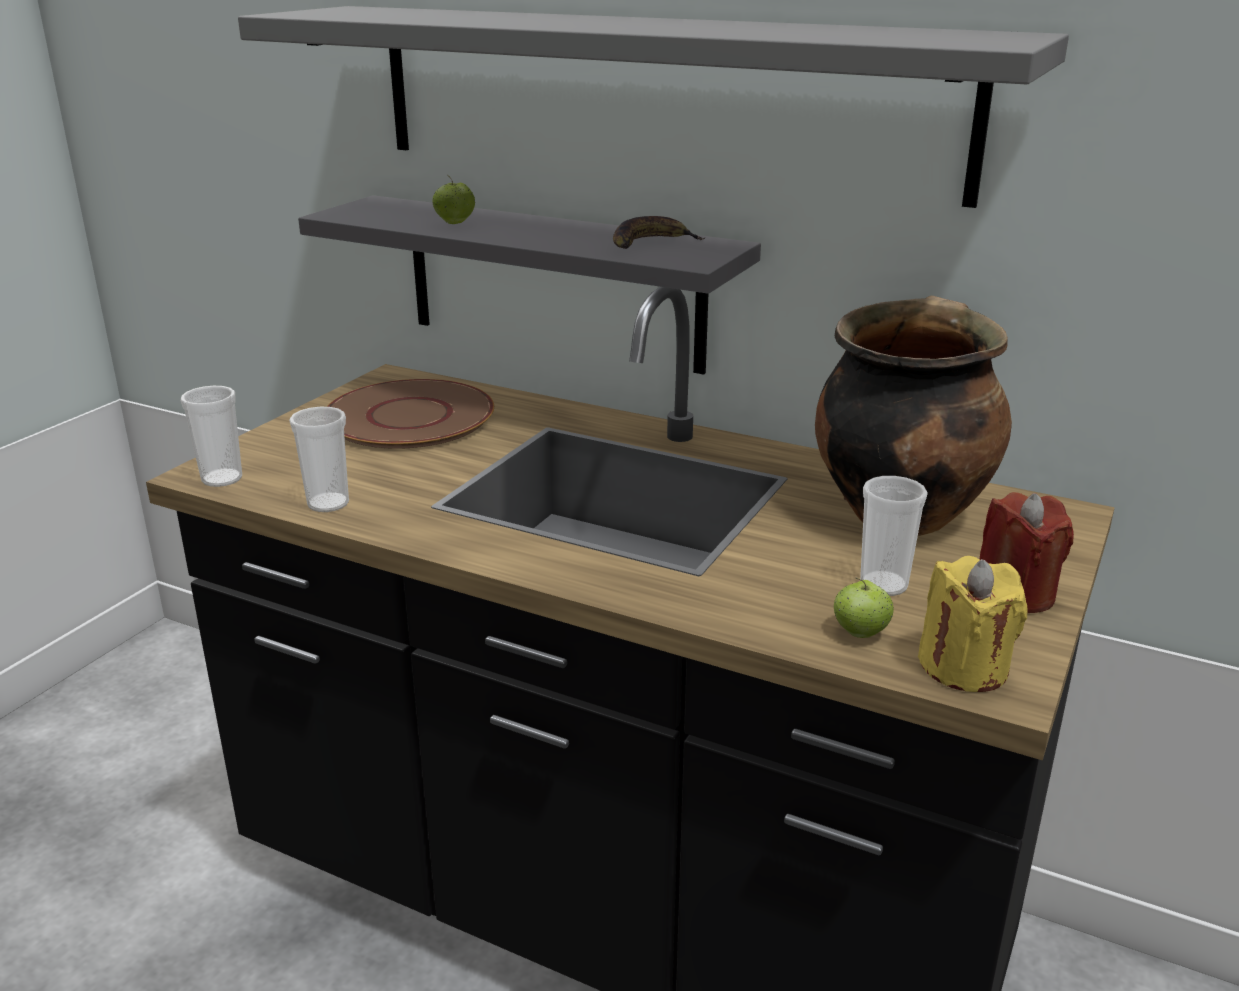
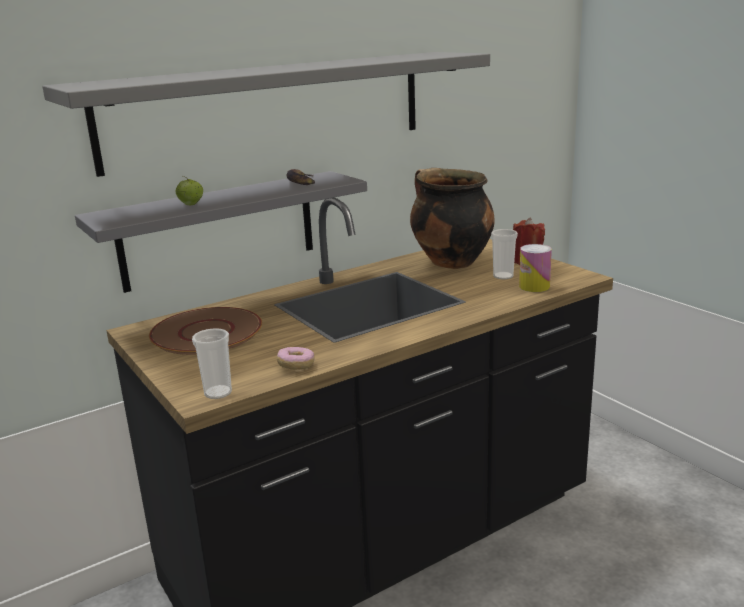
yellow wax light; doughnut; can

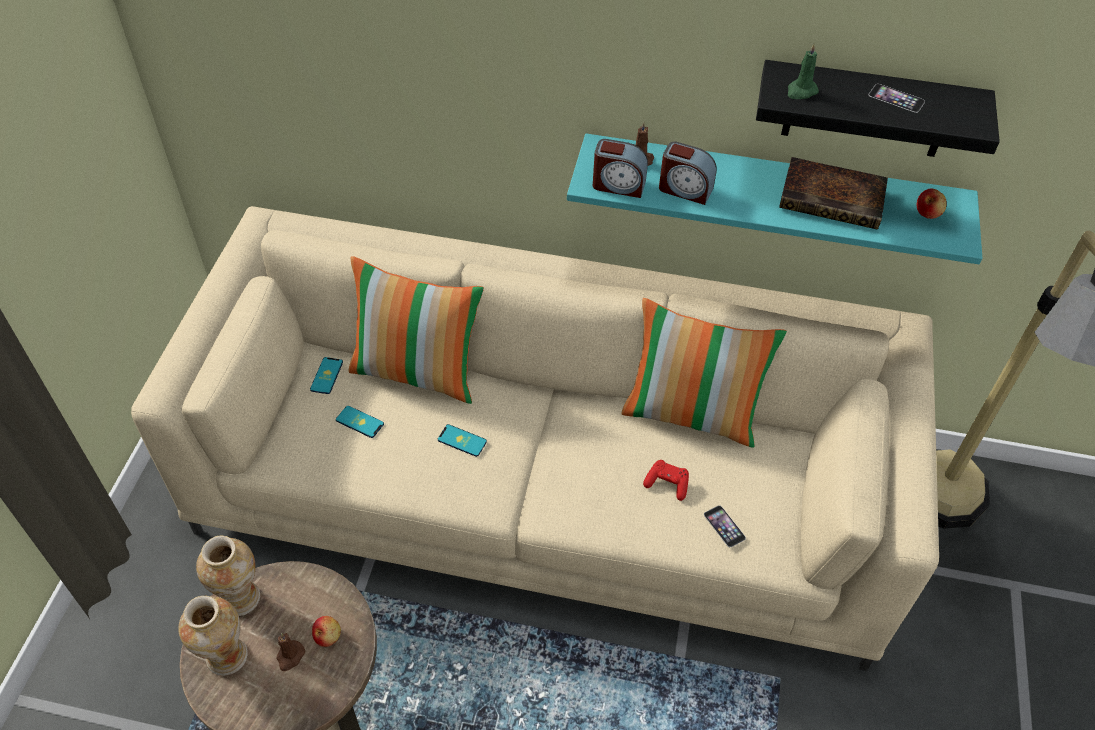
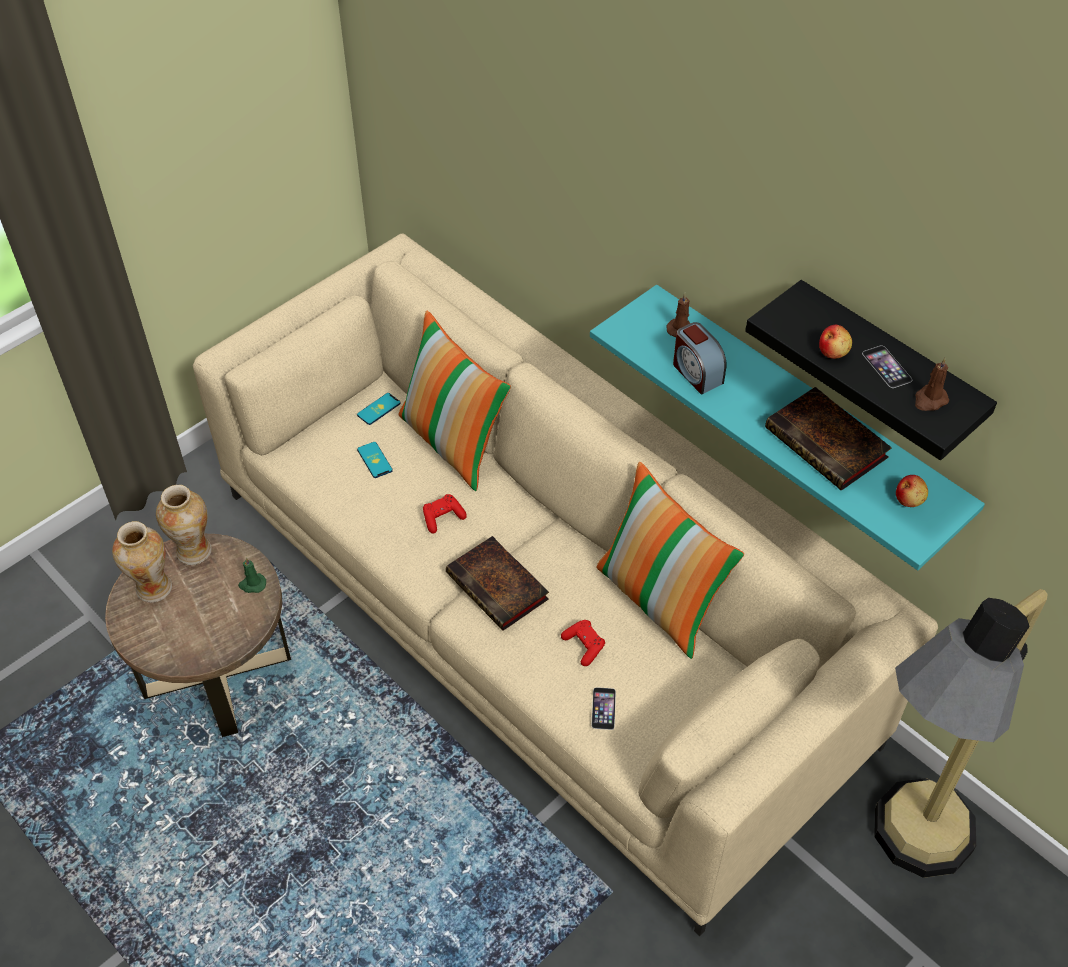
bedside clock (1st from left in the first image); volume (1st from left); brownish wax light (2nd from left); apple (1st from left); green-coloured wax light; red-coloured gamepad (1st from left)

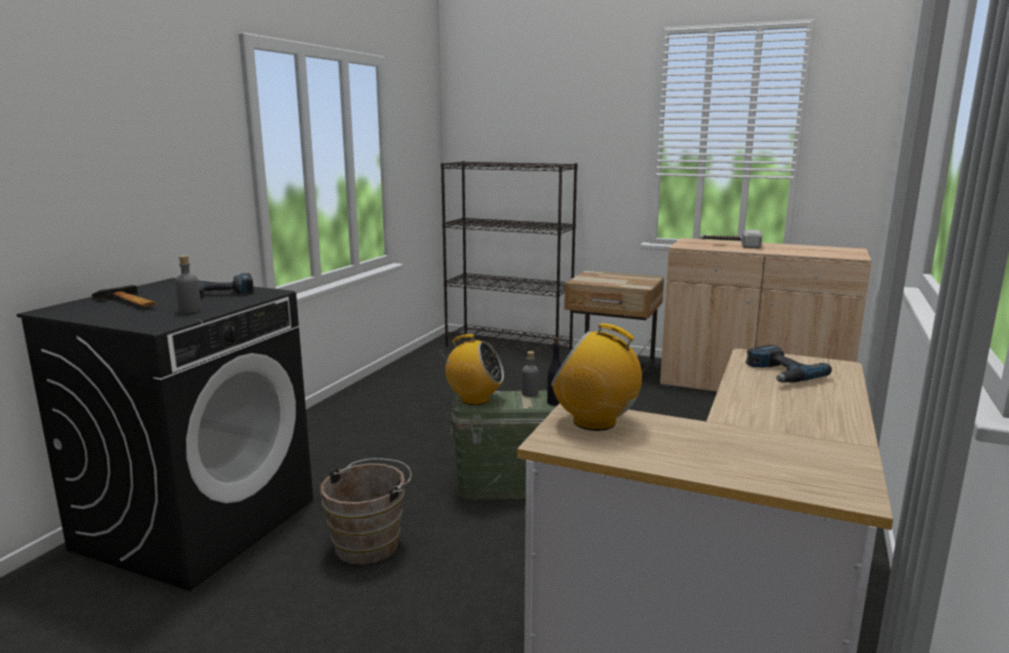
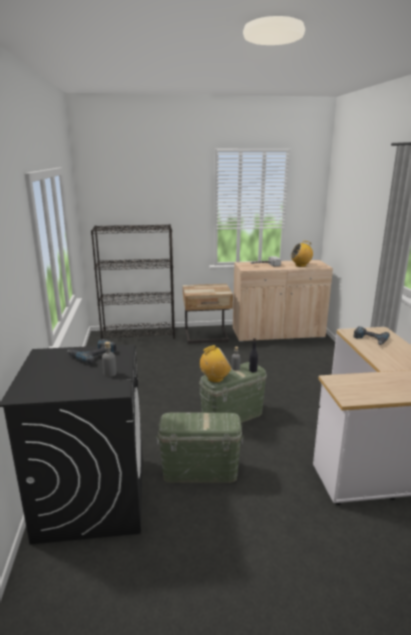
hammer (1st from left in the first image); radio (2nd from left); green-coloured storage box (1st from left)

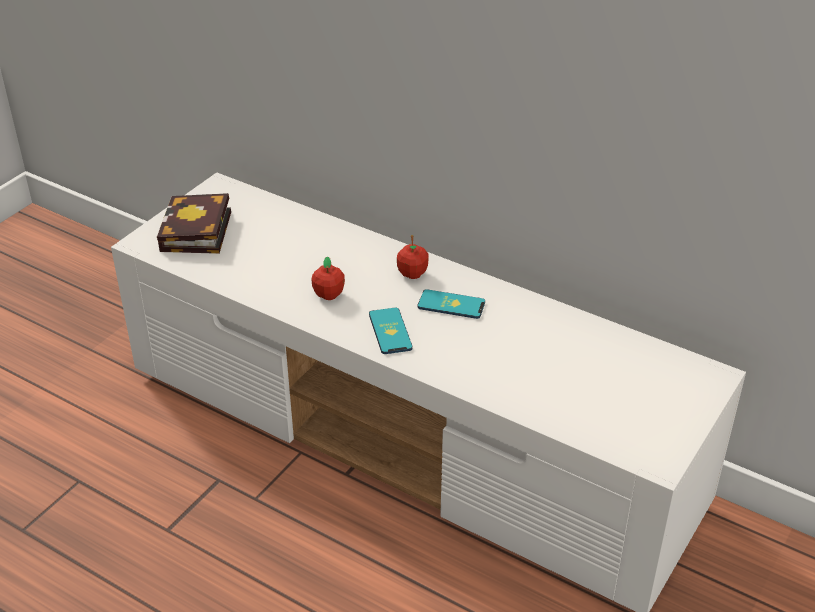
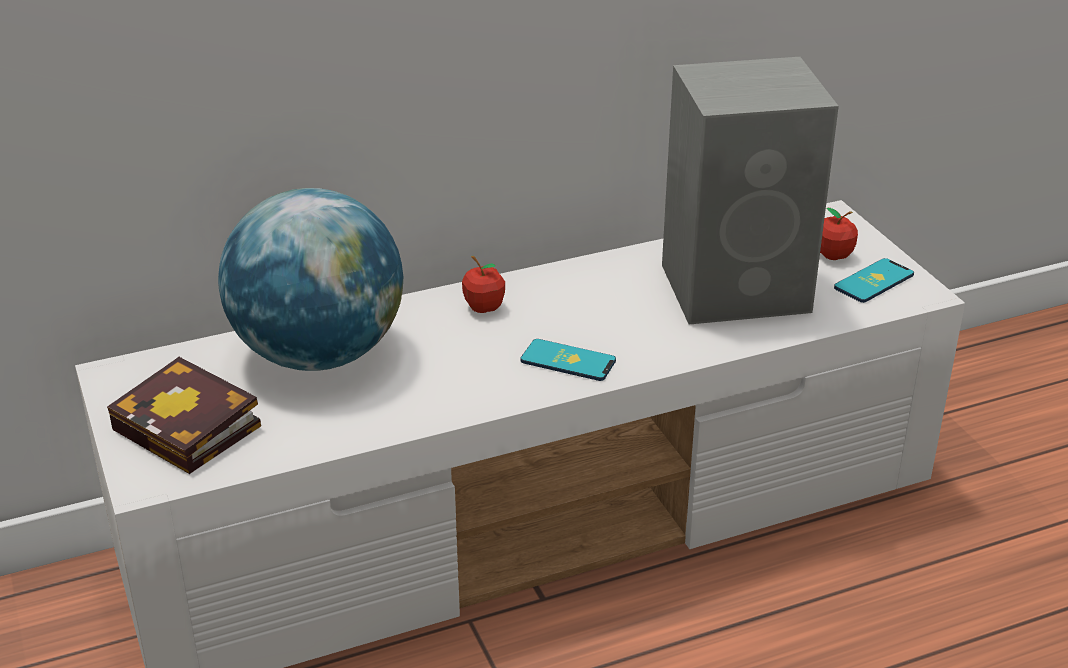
globe; grey speaker; apple (2nd from left); telephone (2nd from left)

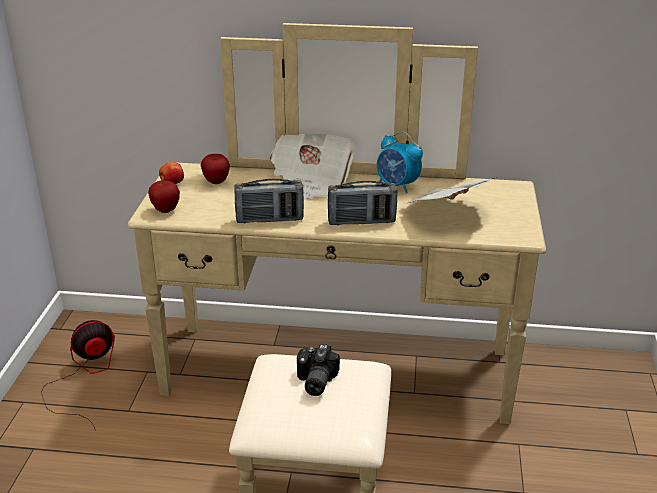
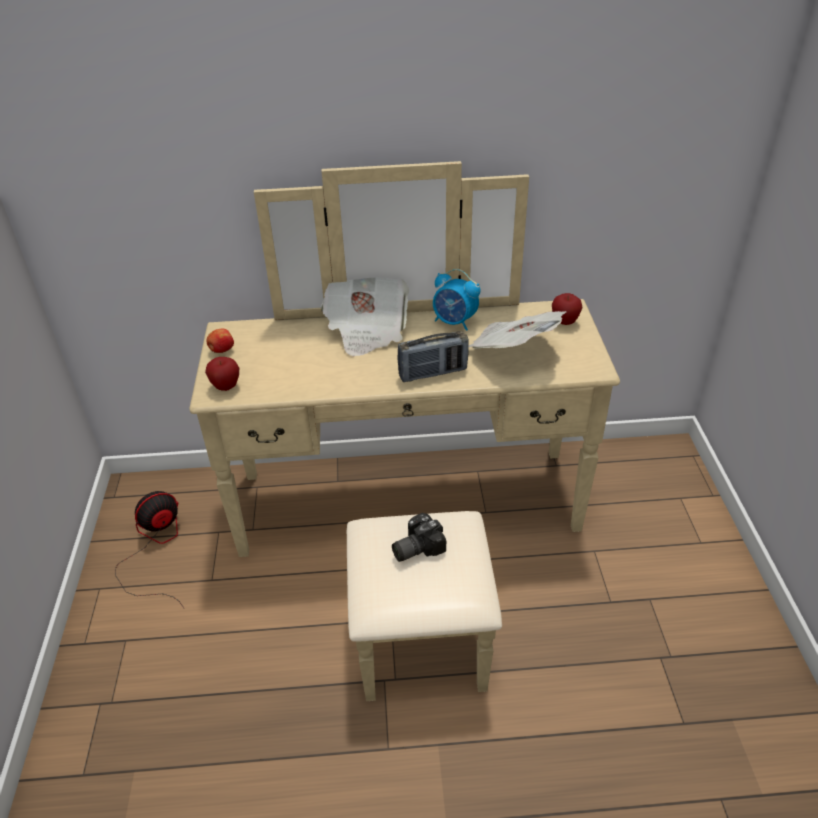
radio (1st from left in the first image); apple (3rd from left); photo camera

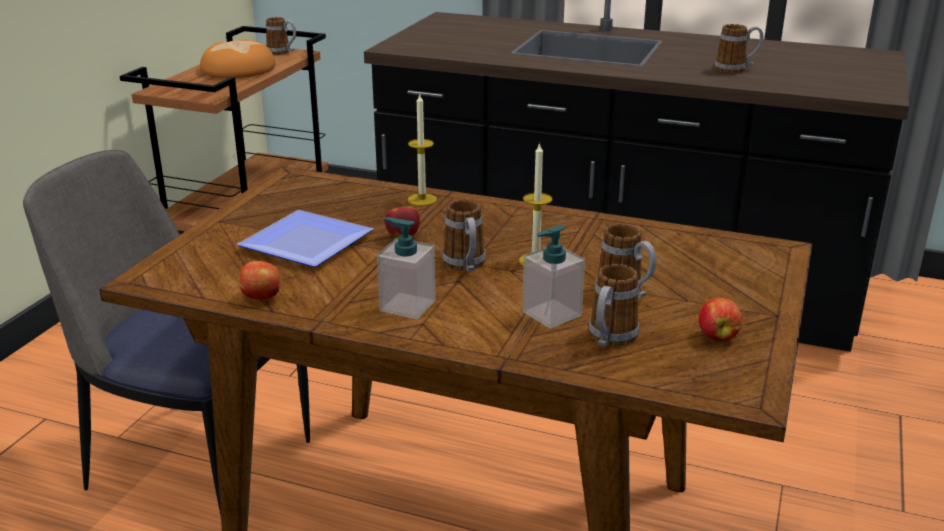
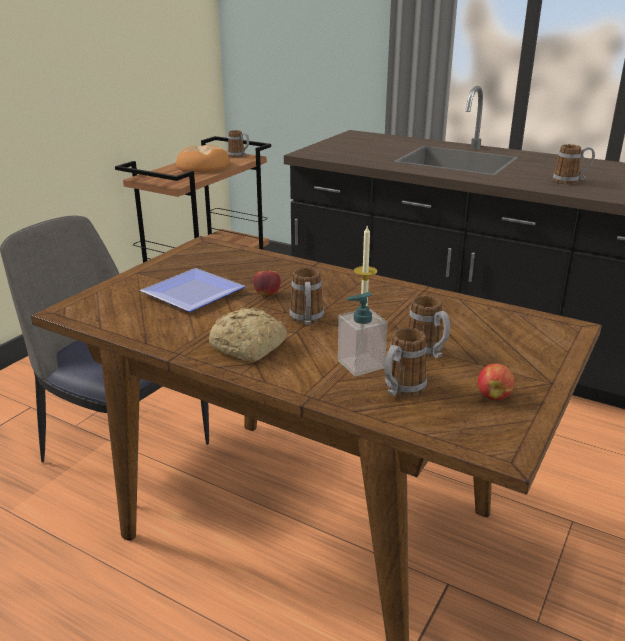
apple (1st from left in the first image); wax light (1st from left in the first image); bread (2nd from left)

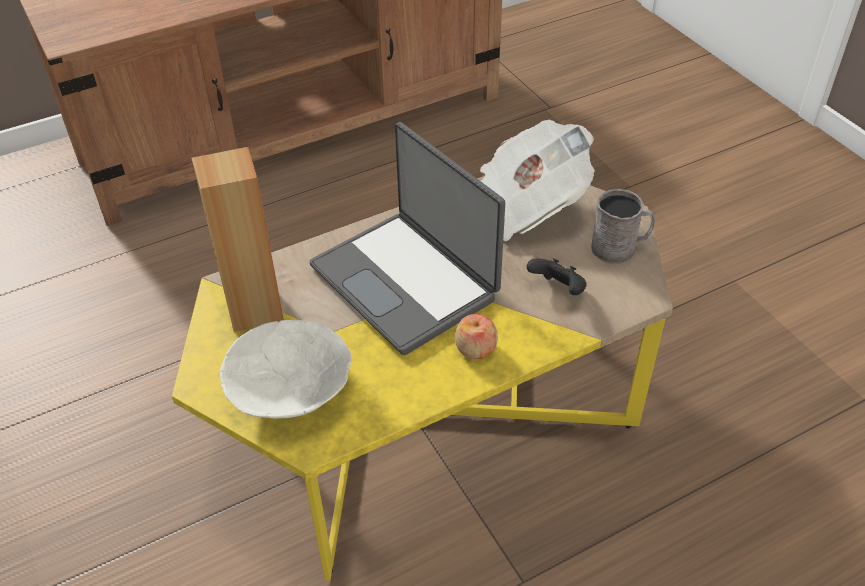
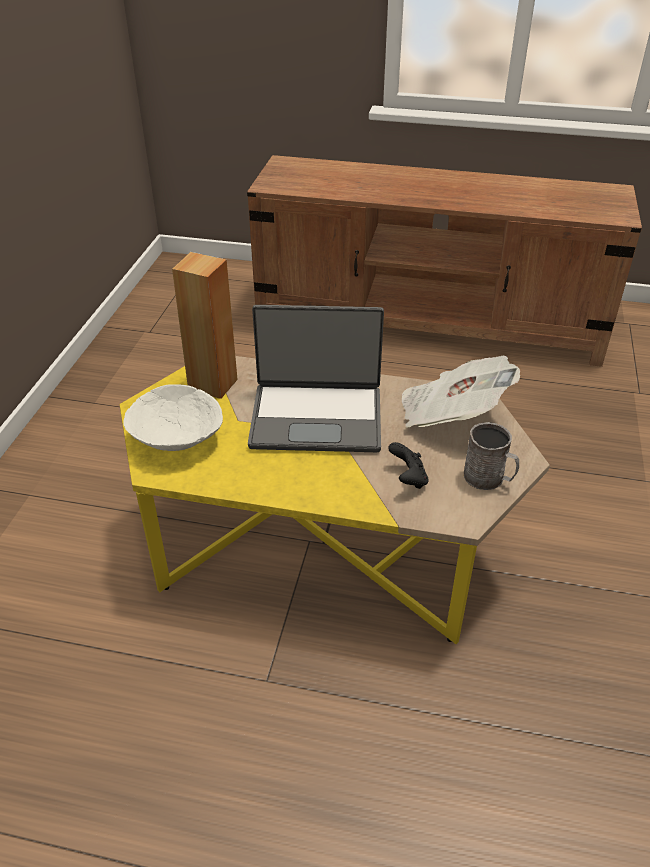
apple; portable computer

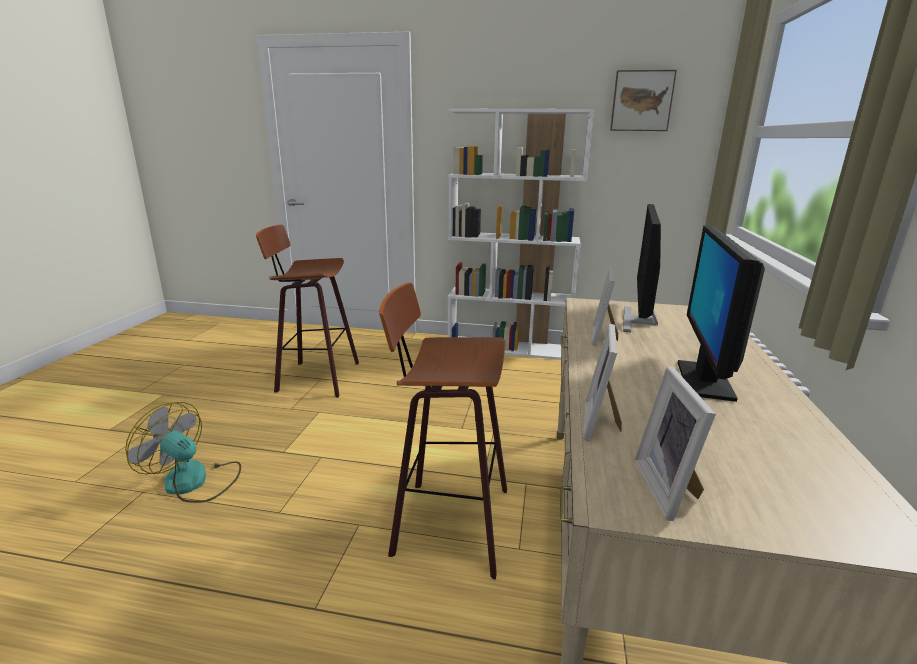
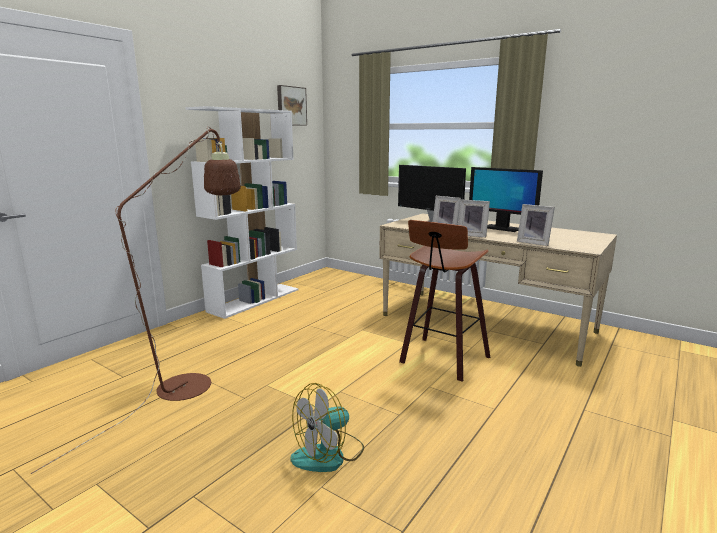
standing frame (2nd from left); brownish standard lamp

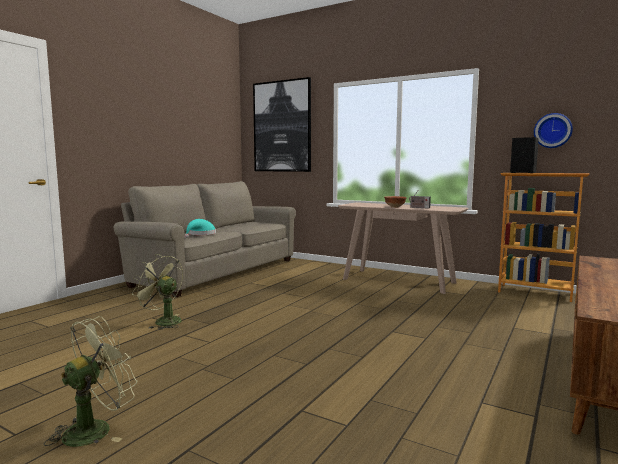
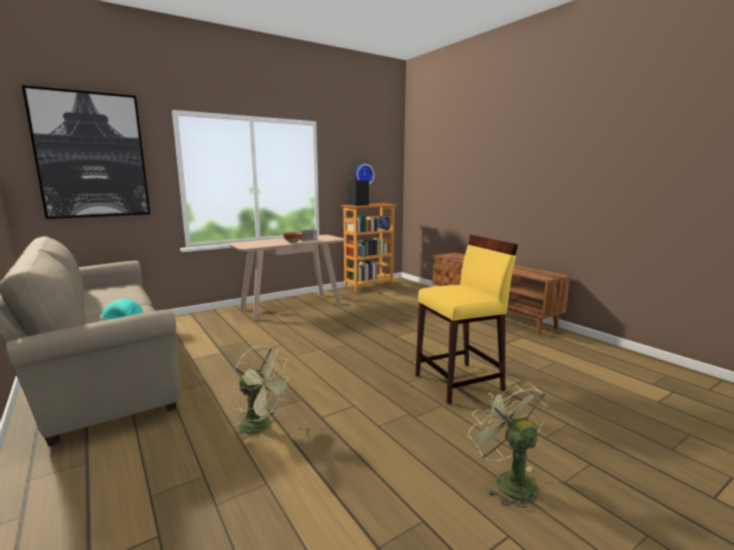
yellow stool seat; green-coloured electric fan (1st from left)

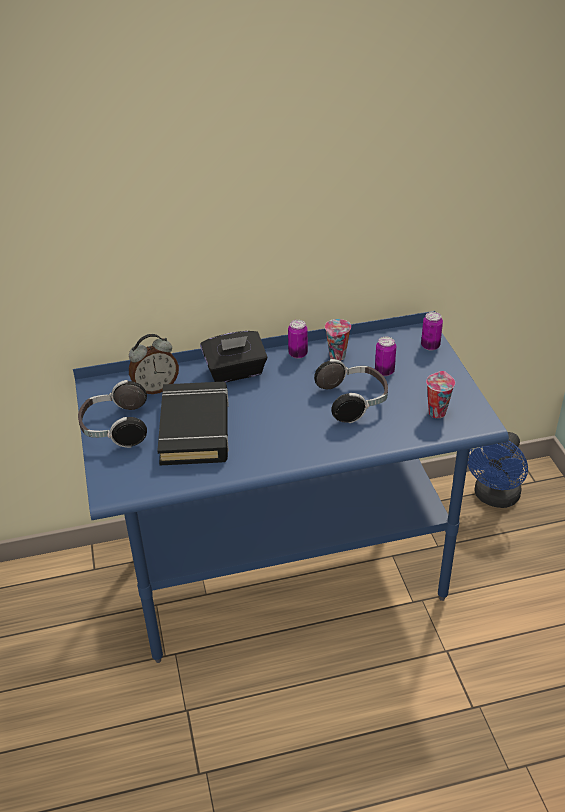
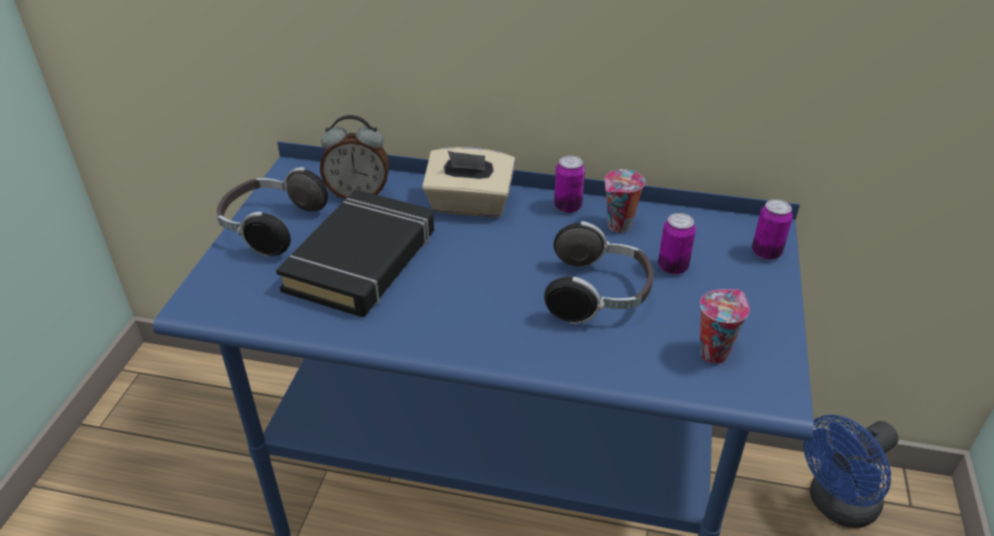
sand-coloured tissue holder

